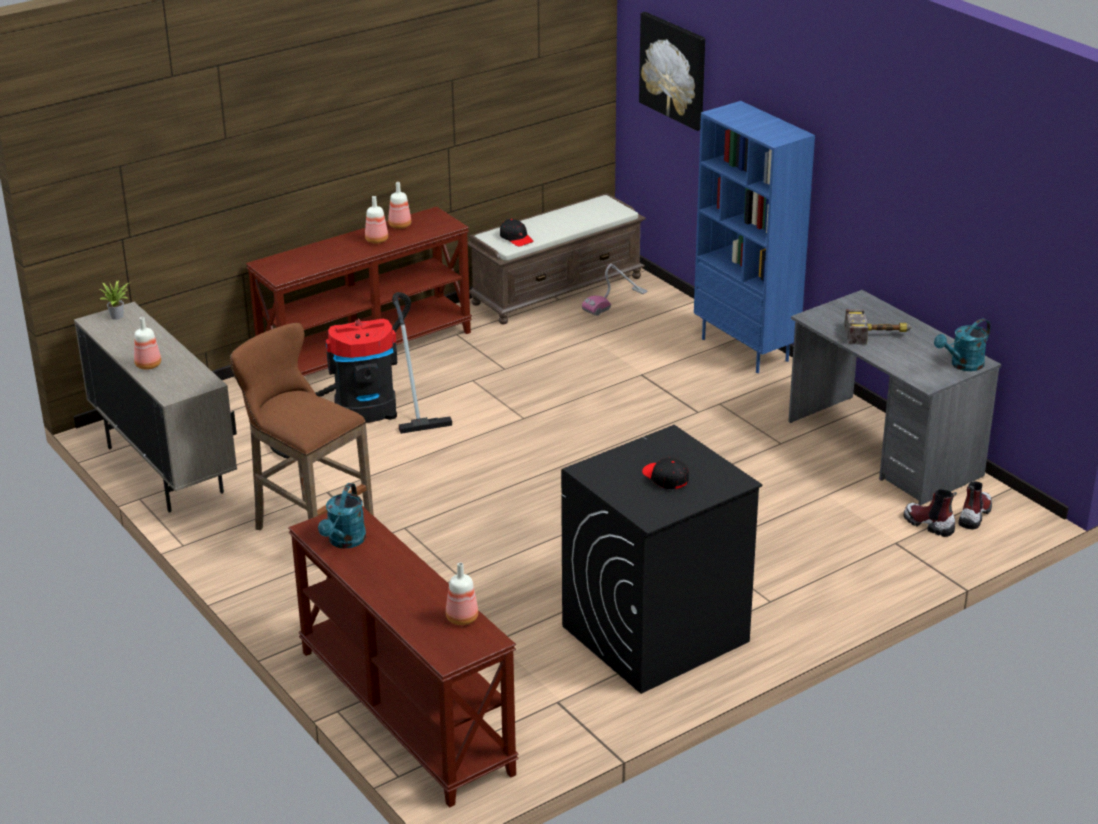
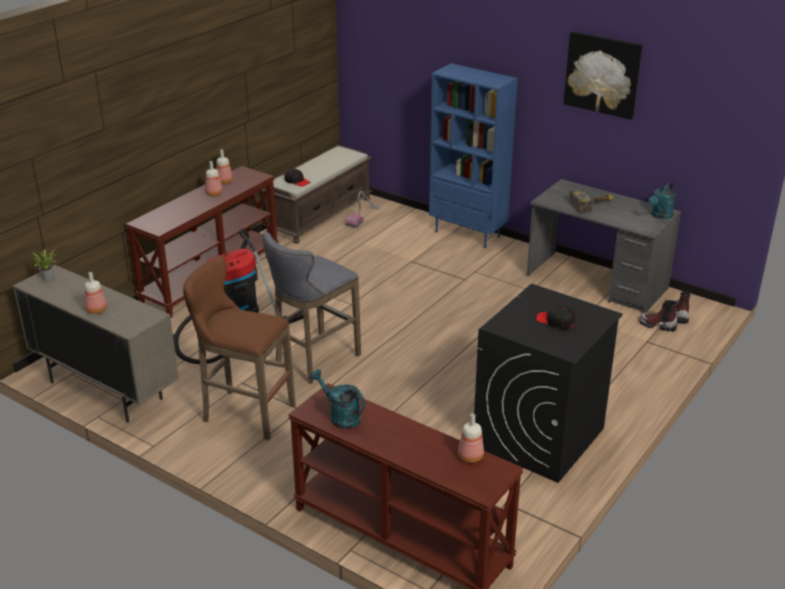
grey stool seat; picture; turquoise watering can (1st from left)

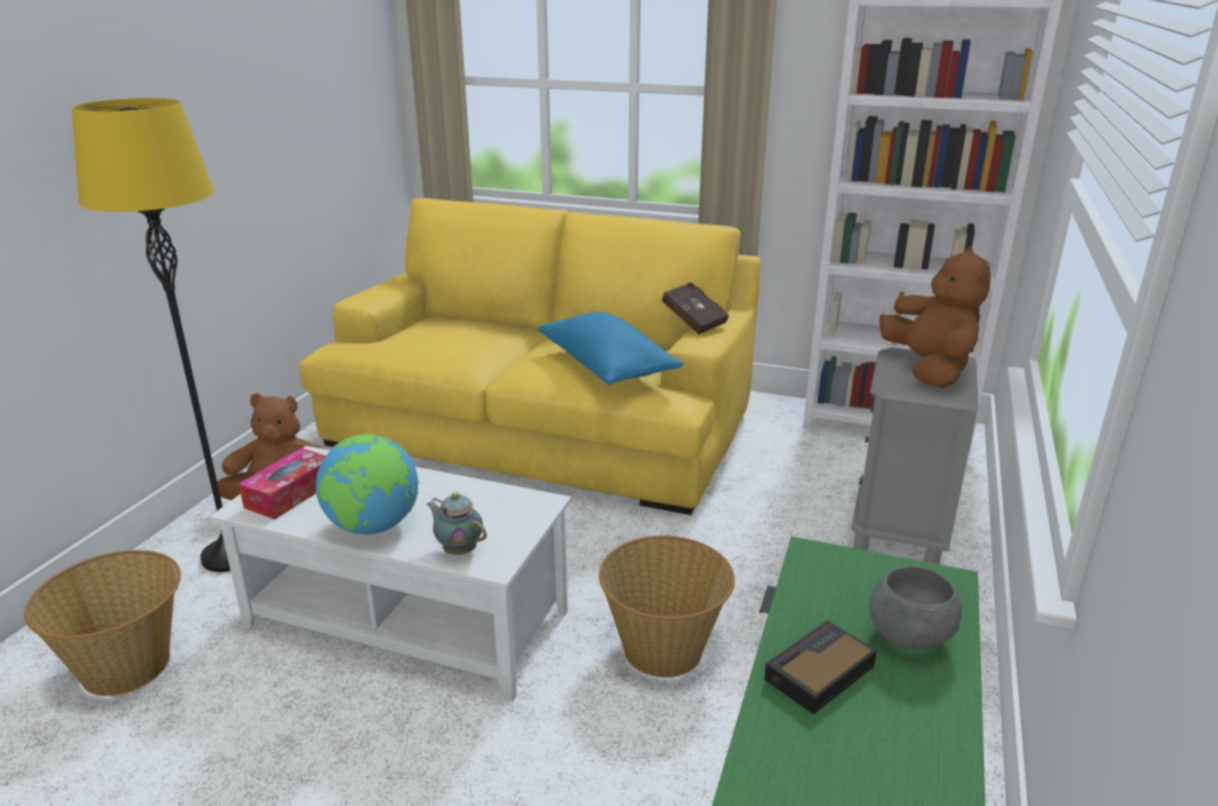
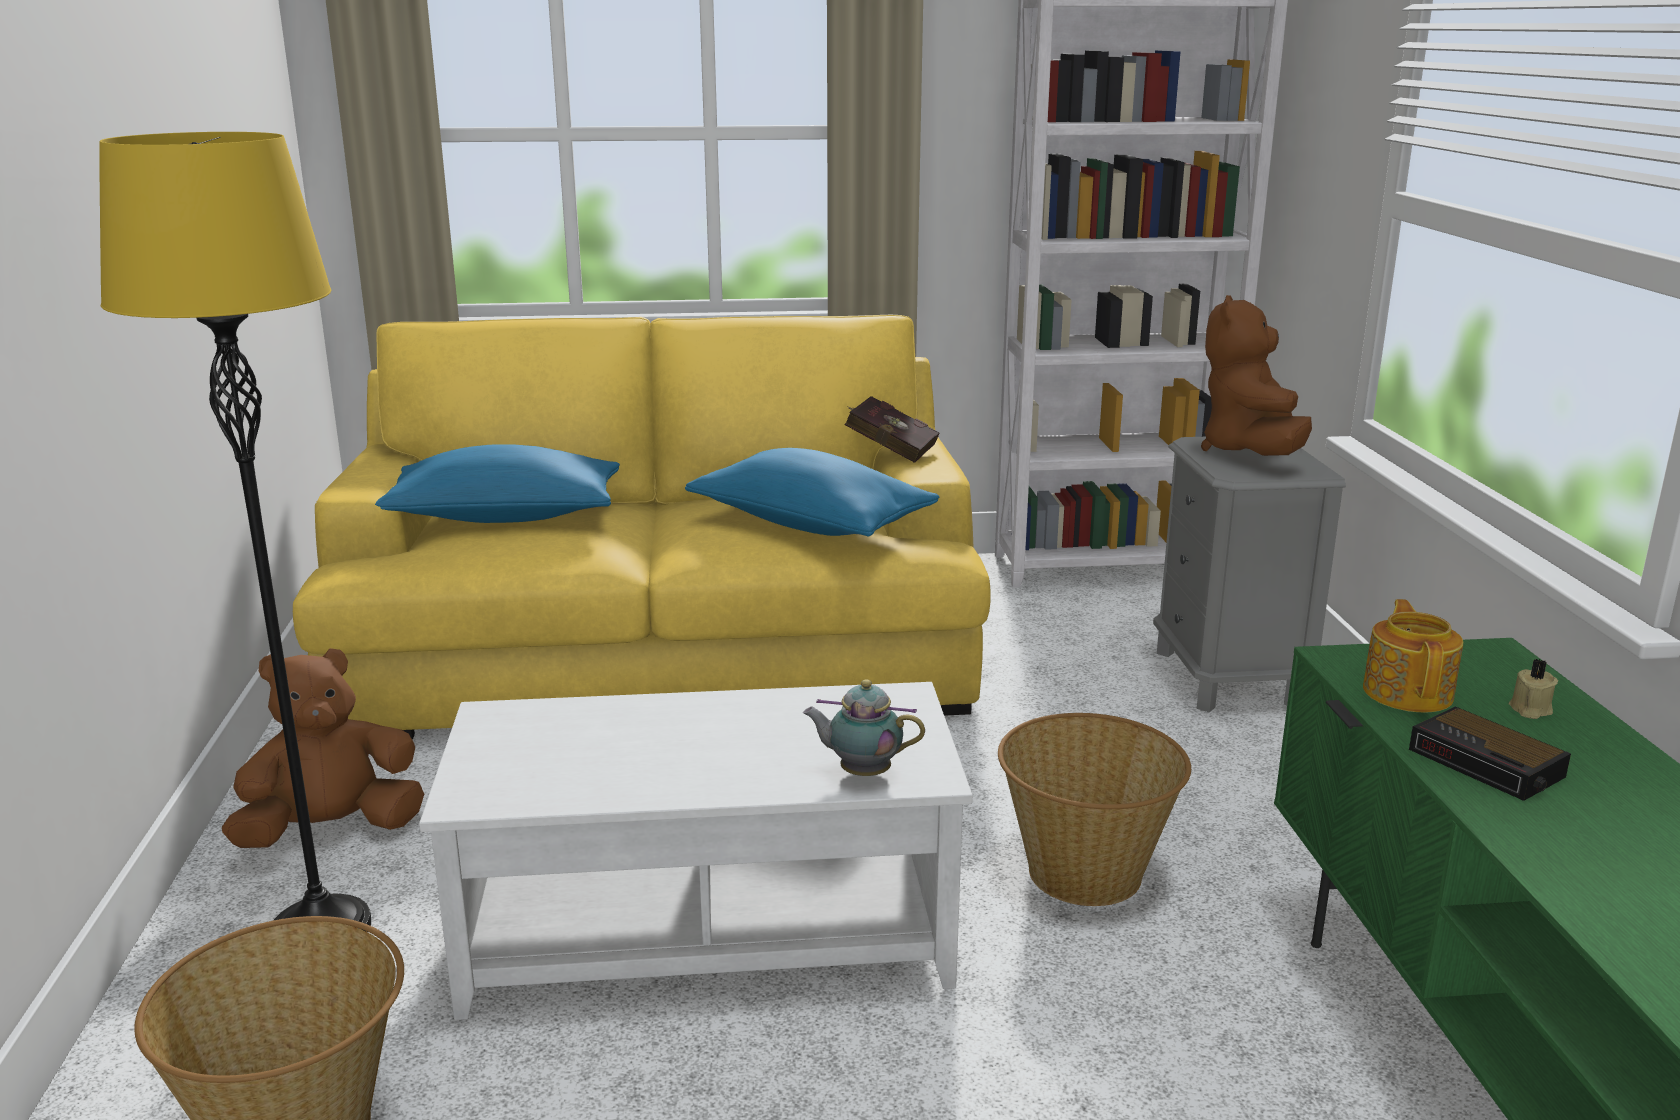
tissue holder; globe; blue-coloured pillow (1st from left); teapot (2nd from left); sand-coloured wax light; bedside clock; brownish plush toy (2nd from left)

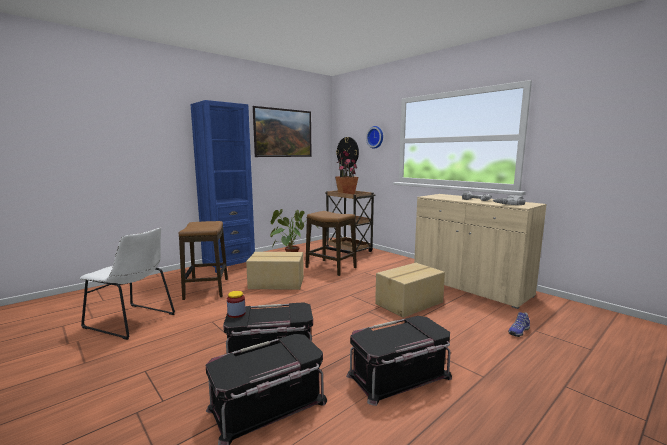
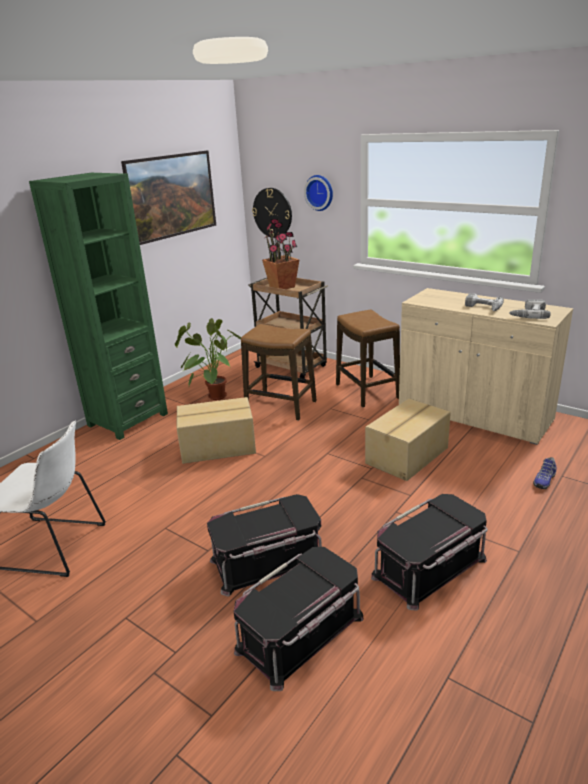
preserve jar; stool seat (2nd from left); green-coloured shelving unit

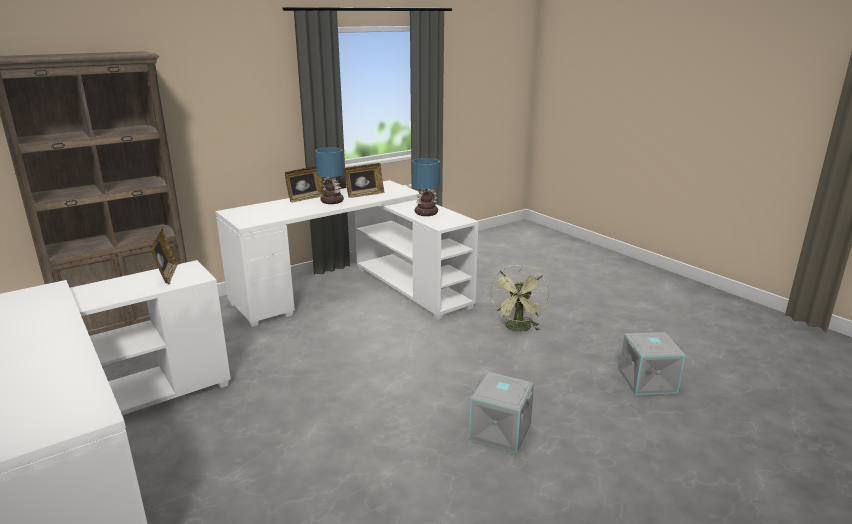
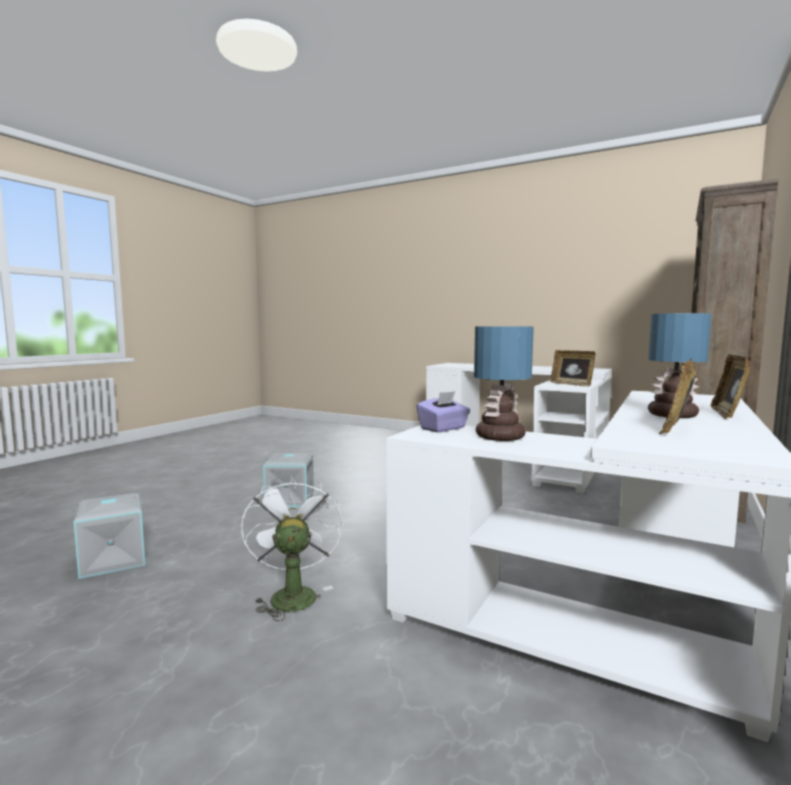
purple tissue holder; whitish electric fan

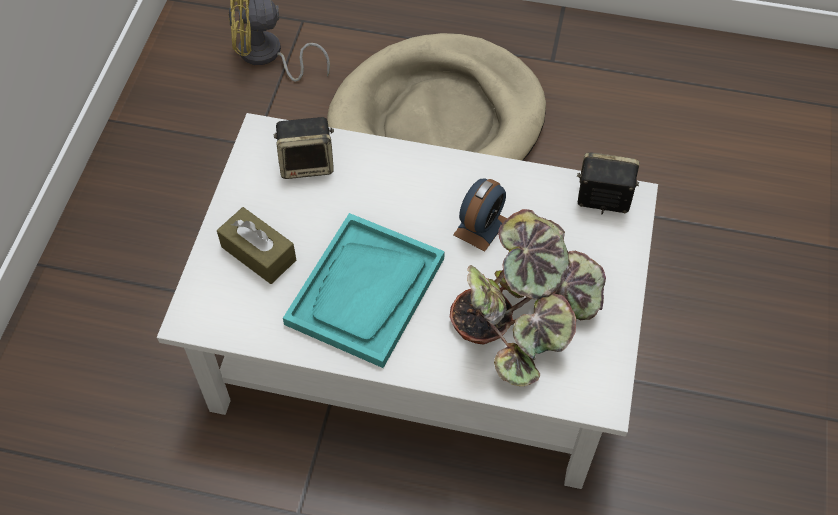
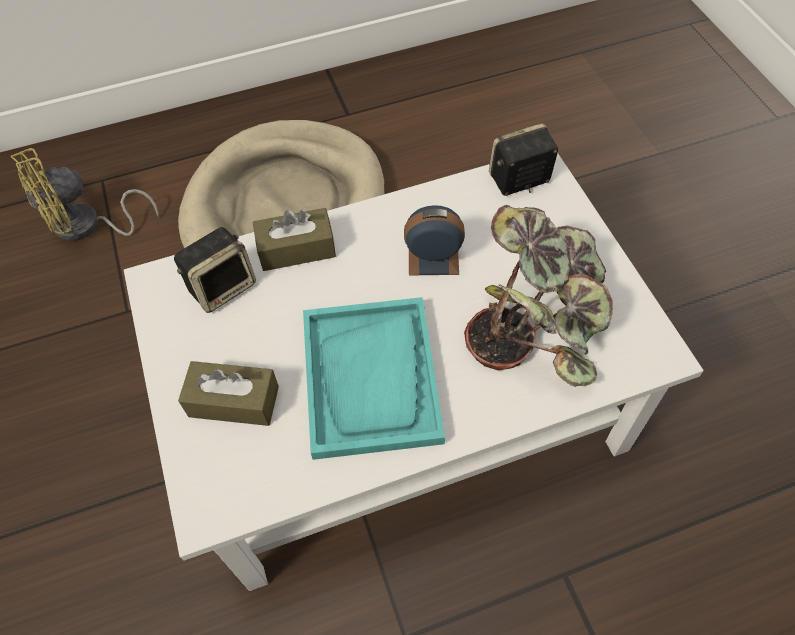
brownish tissue holder (2nd from left); bedside clock

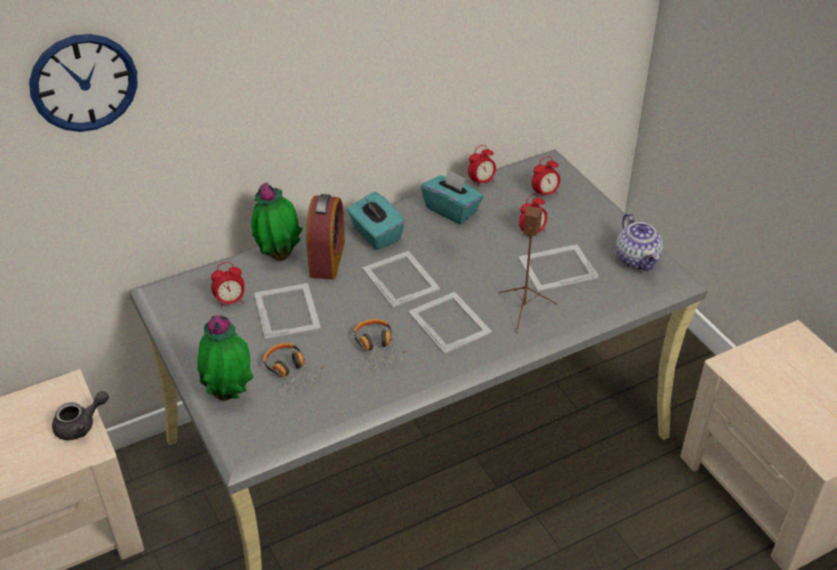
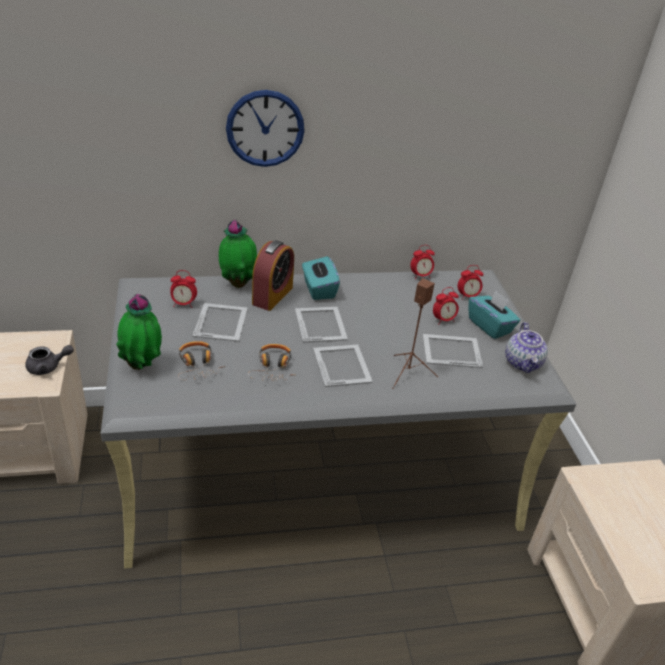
hanging clock; turquoise tissue holder (2nd from left)

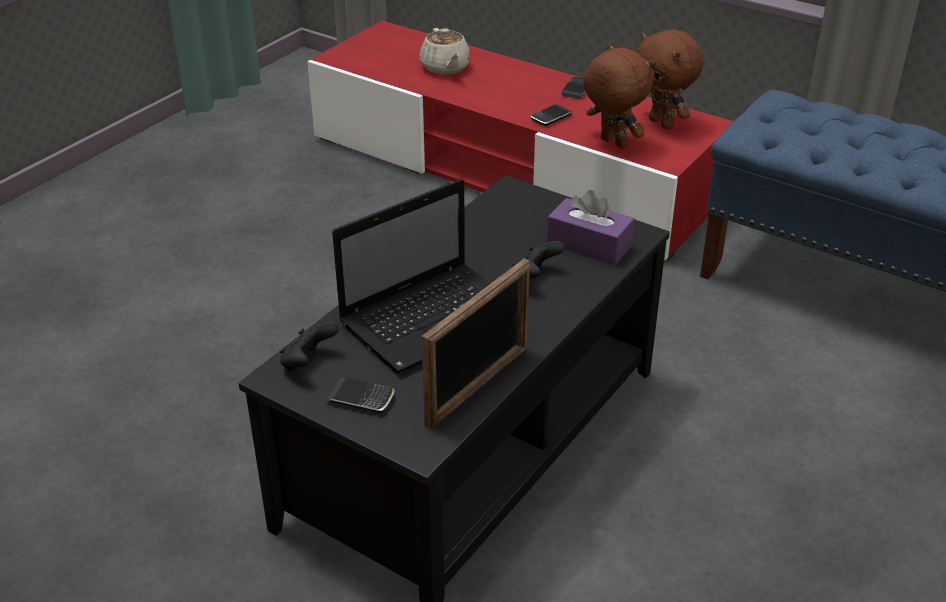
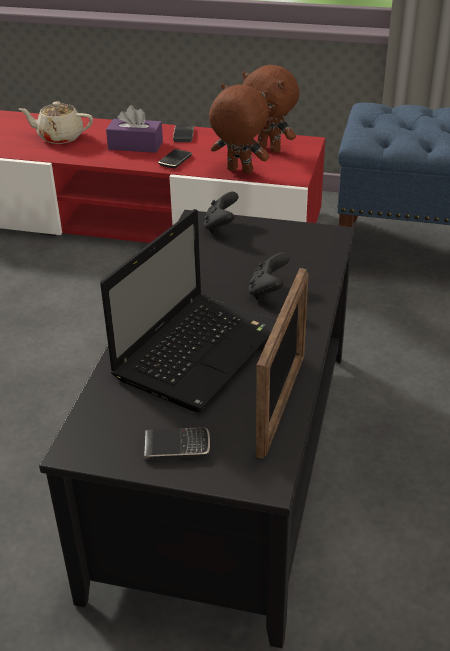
black-coloured gamepad (1st from left); purple tissue holder; sand-coloured teapot

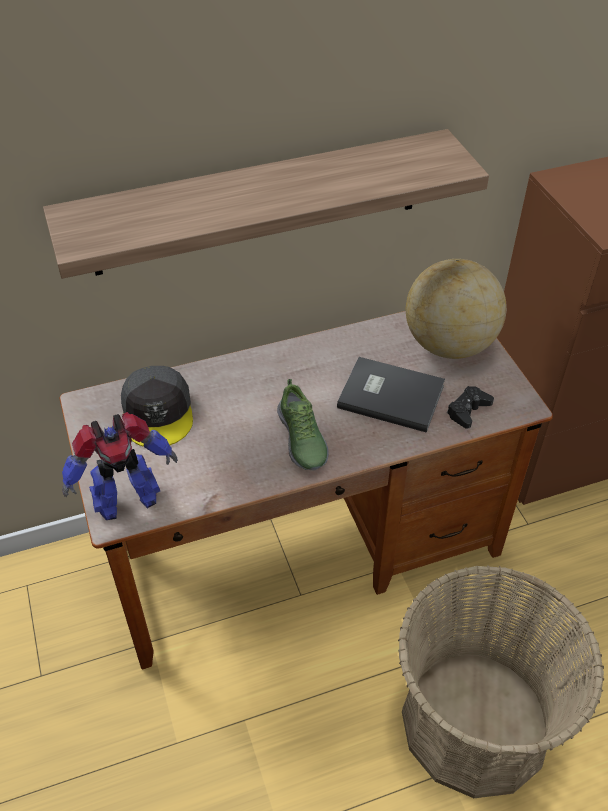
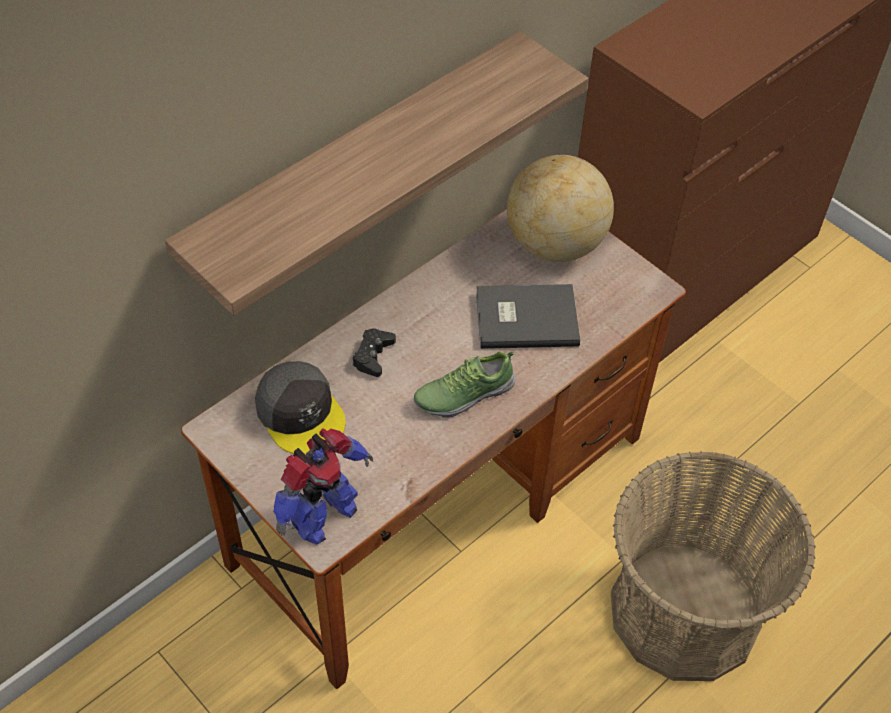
black-coloured gamepad; shoe

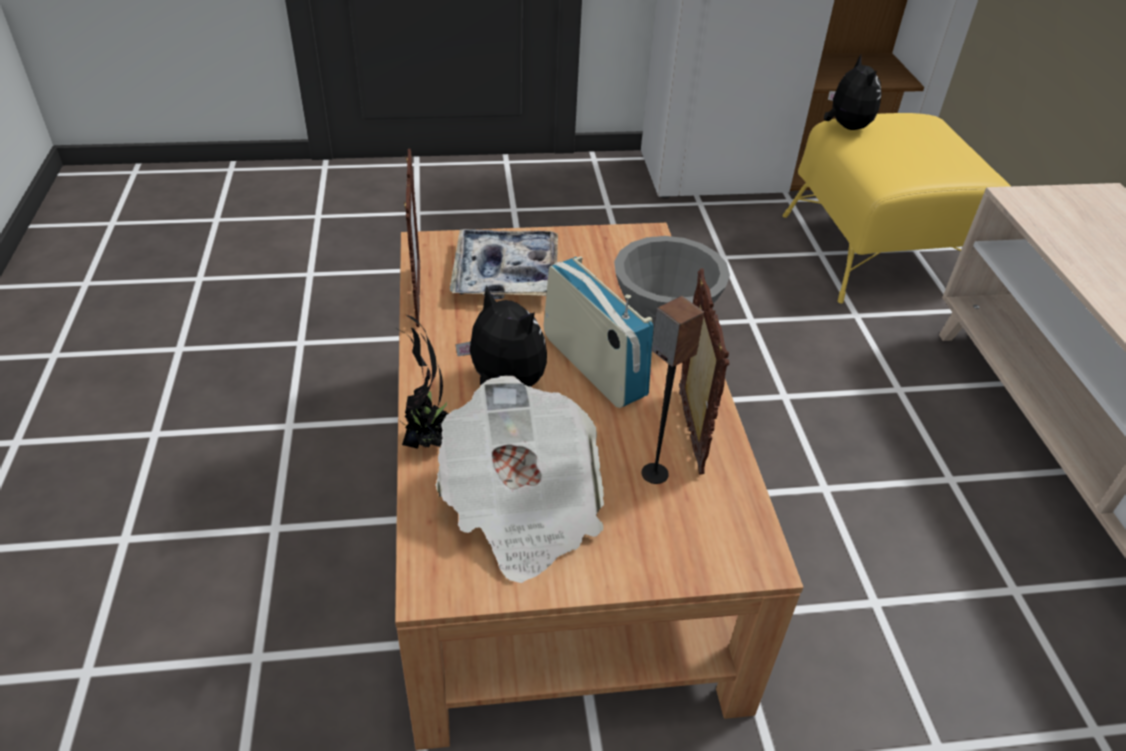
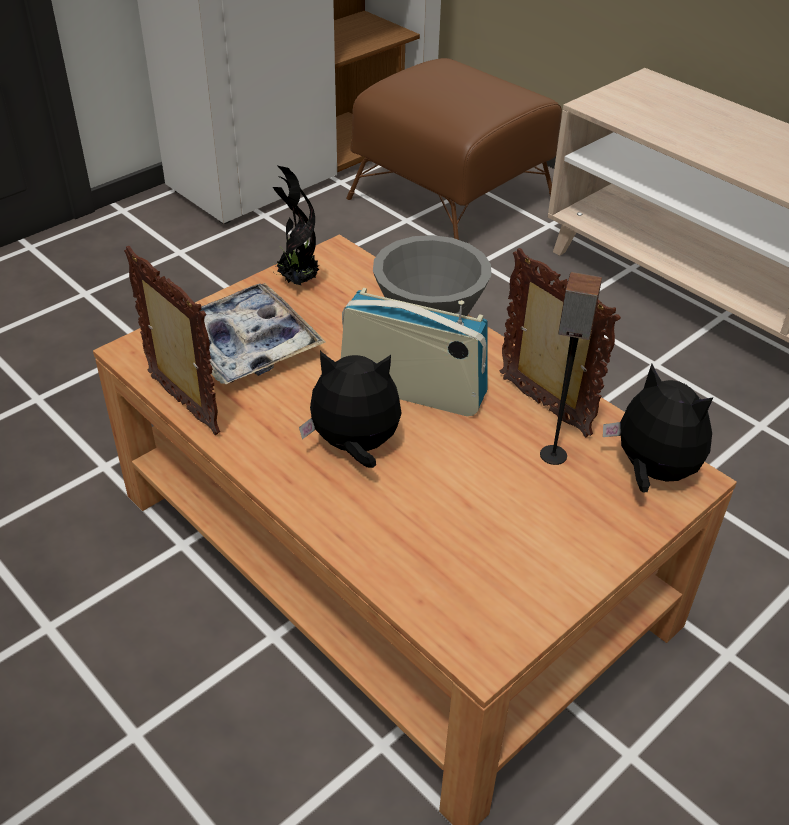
daily paper; houseplant; plush toy (2nd from left); brownish ottoman

